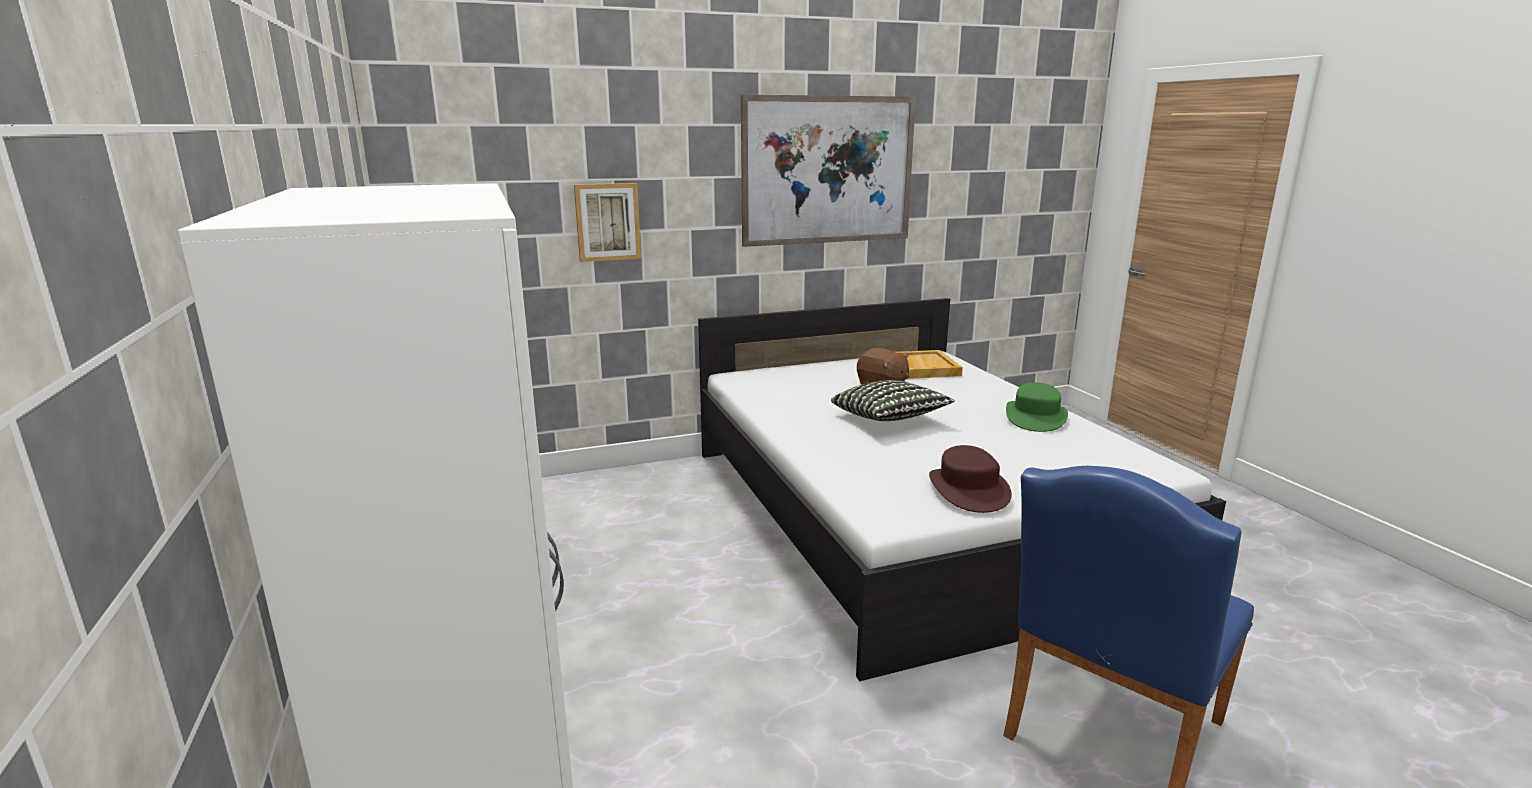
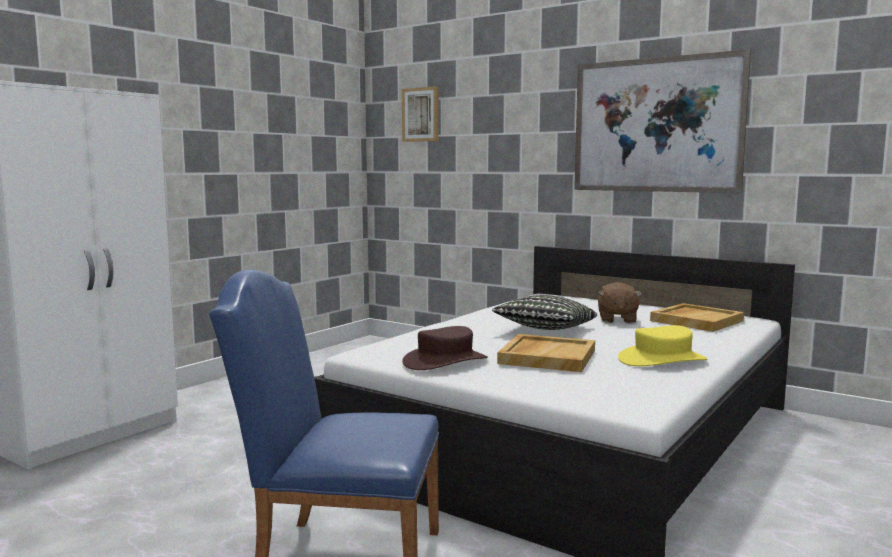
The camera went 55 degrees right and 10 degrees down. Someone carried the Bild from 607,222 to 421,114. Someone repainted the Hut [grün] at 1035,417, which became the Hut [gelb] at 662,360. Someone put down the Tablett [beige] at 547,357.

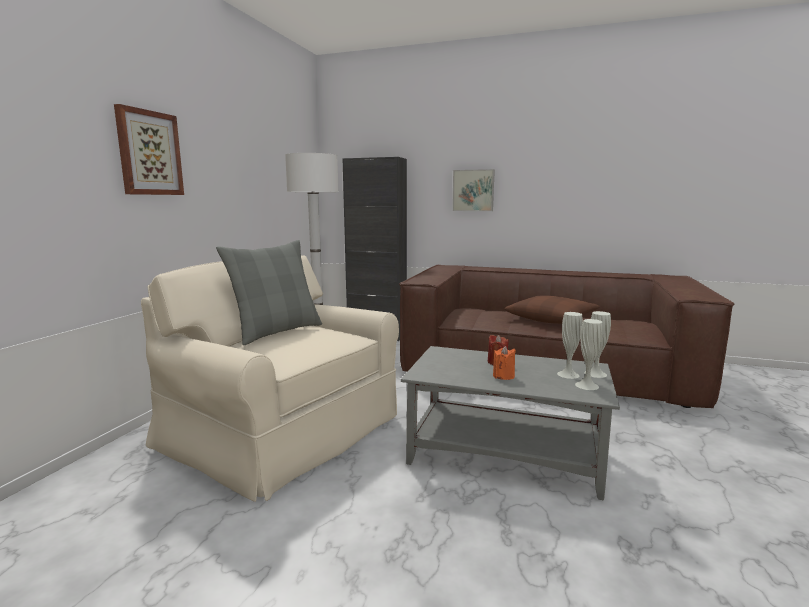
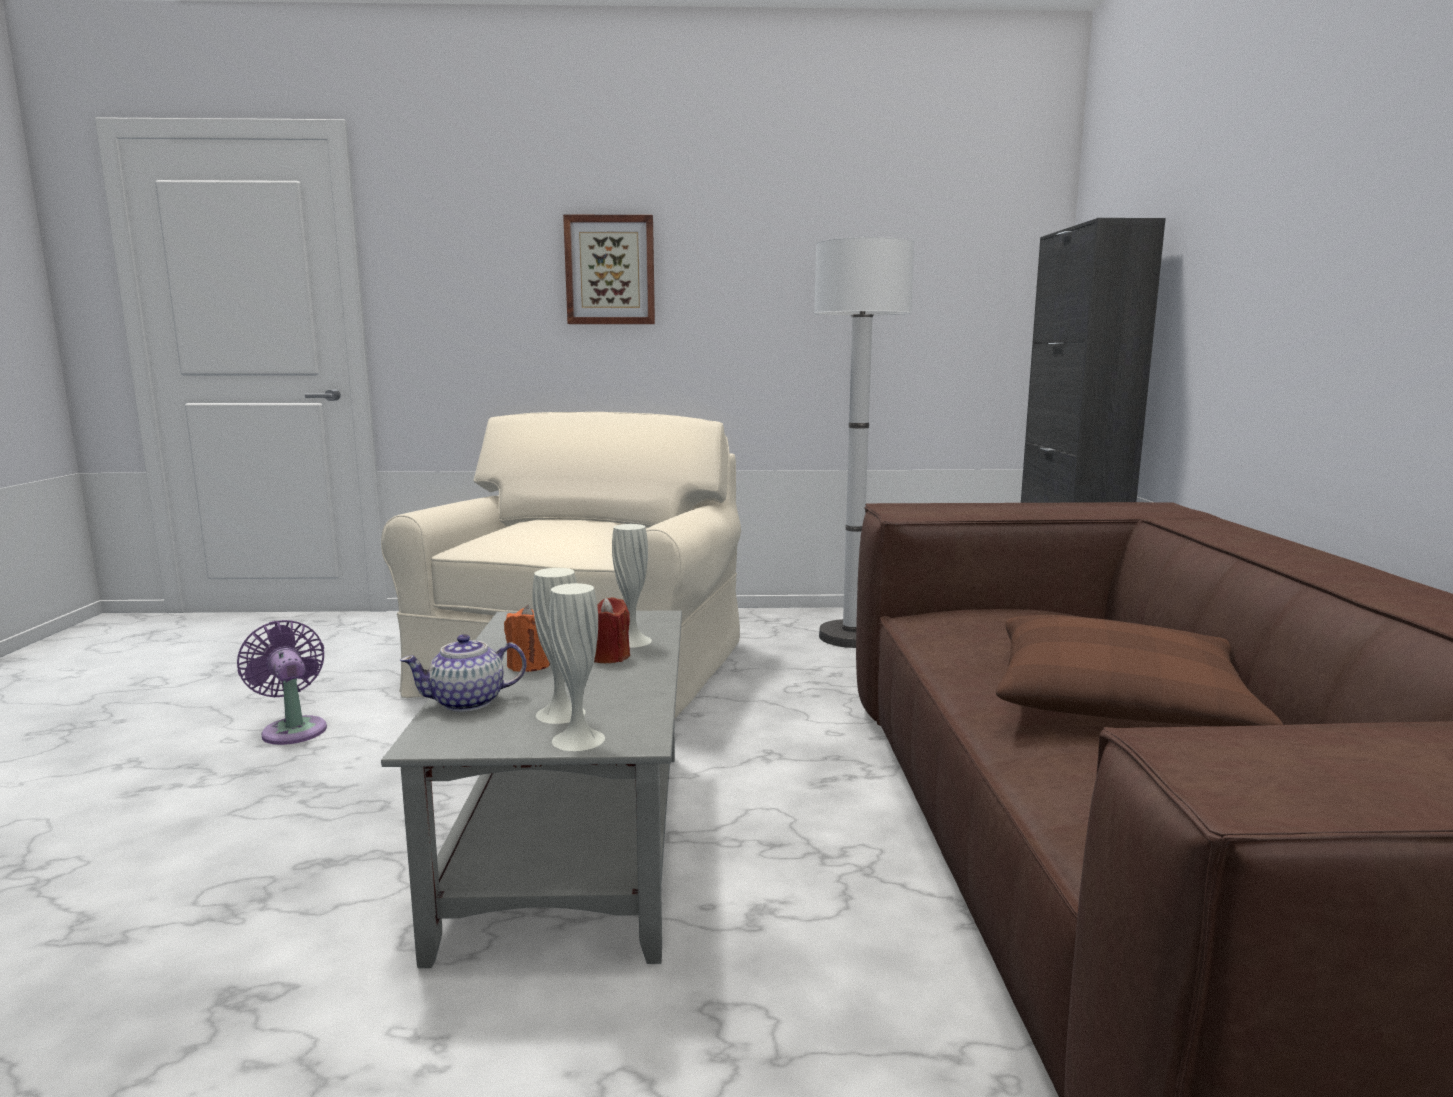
The camera went 70 degrees right and 0 degrees up. Someone took away the Kissen [grau] at 277,332. Someone took away the Bild at 473,190. Someone carried the Vase [weiß] from 586,385 to 632,641. Someone put down the Ventilator [lila] at 293,729. Someone put down the Teekanne at 468,702.

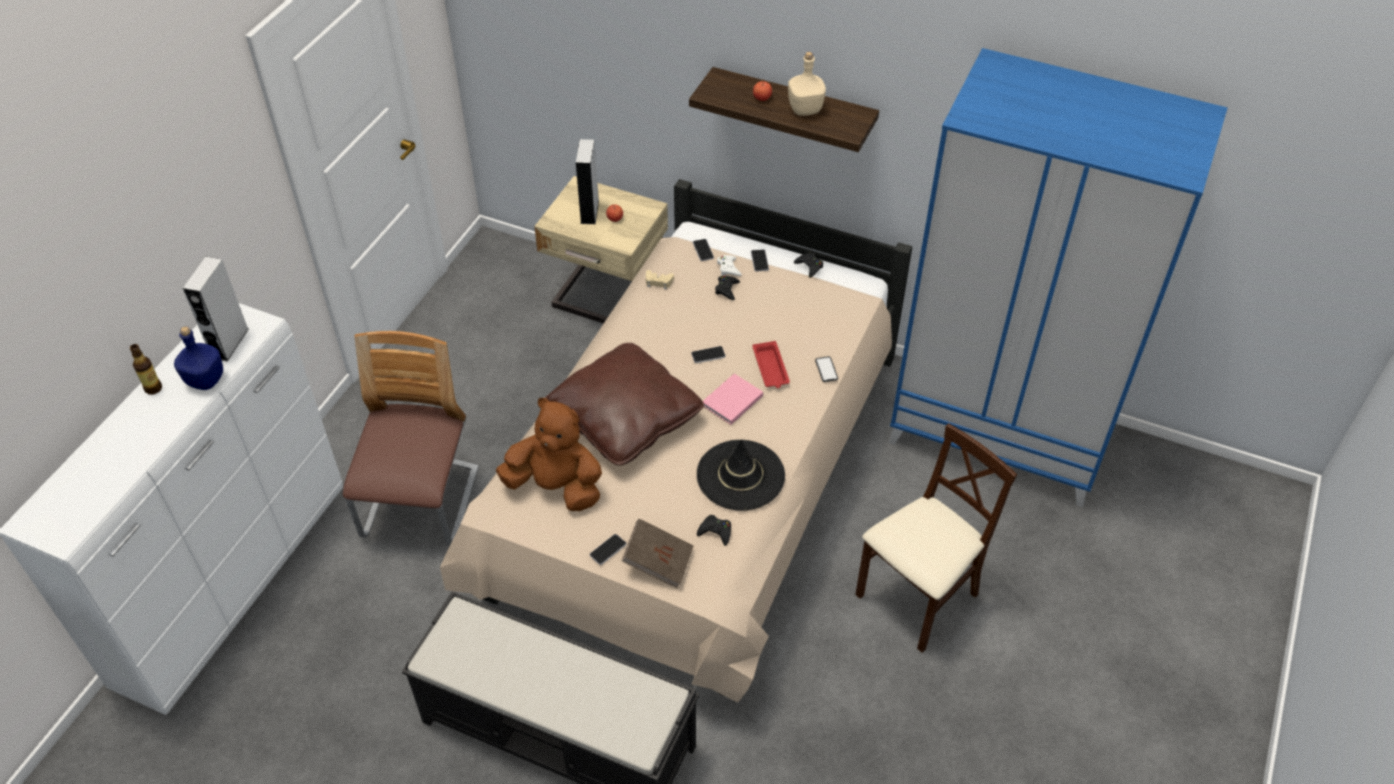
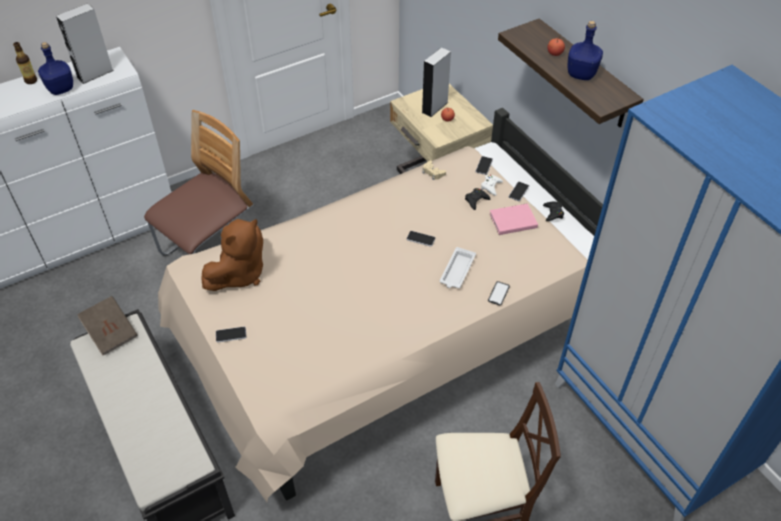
The camera went 35 degrees right and 0 degrees up. Someone rotated the Plüschtier [braun] at 556,487 by 75 degrees clockwise. Someone took away the Kissen [braun] at 625,418. Someone carried the Buch [braun] from 658,562 to 111,333. Someone took away the Hut [schwarz] at 740,475. Someone took away the Gamepad [schwarz] at 716,532. Someone carried the Buch [rosa] from 730,401 to 511,220. Someone repainted the Tablett [rot] at 770,368, which became the Tablett [weiß] at 457,271. Someone repainted the Flasche [beige] at 804,109, which became the Flasche [blau] at 581,74.

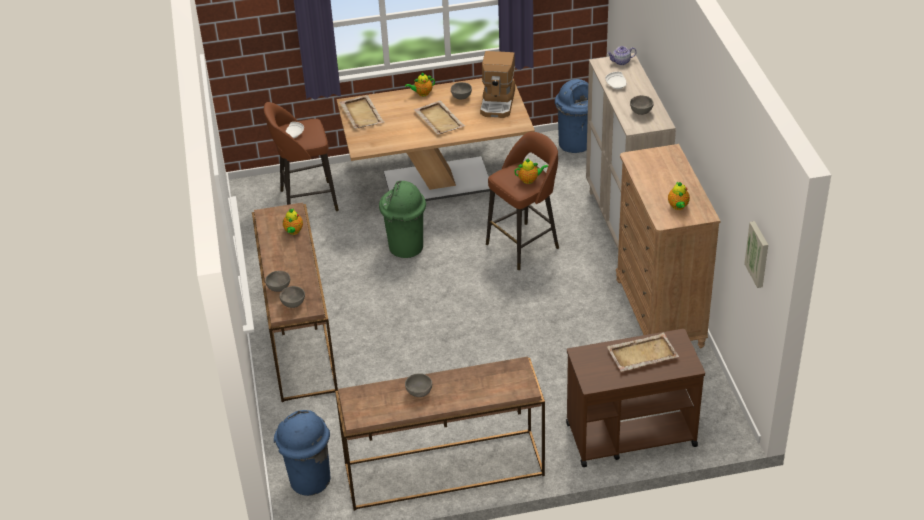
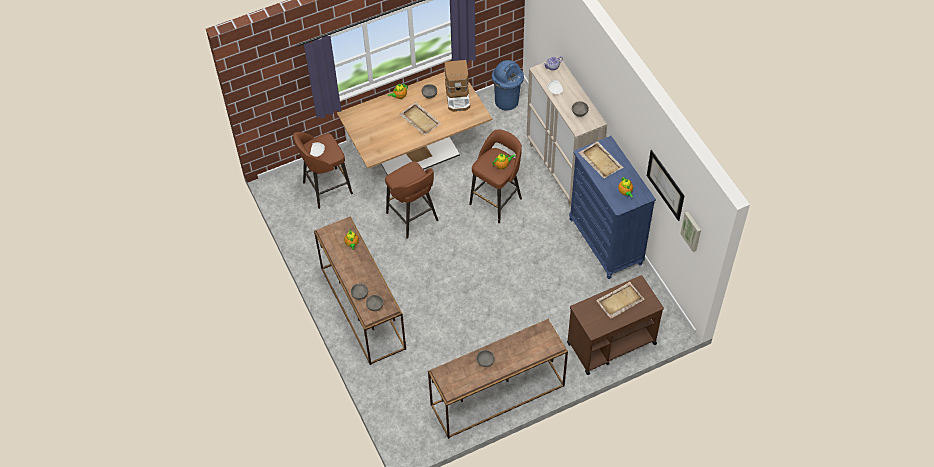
The camera went 15 degrees left and 15 degrees up. Someone took away the Mülleimer [blau] at 309,480. Someone carried the Tablett [beige] from 361,113 to 600,160. Someone swapped the Mülleimer [grün] at 405,247 for the Hocker [braun] at 413,218. Someone repainted the Kommode [braun] at 660,314, which became the Kommode [blau] at 605,242. Someone put up the Bild at 665,185.

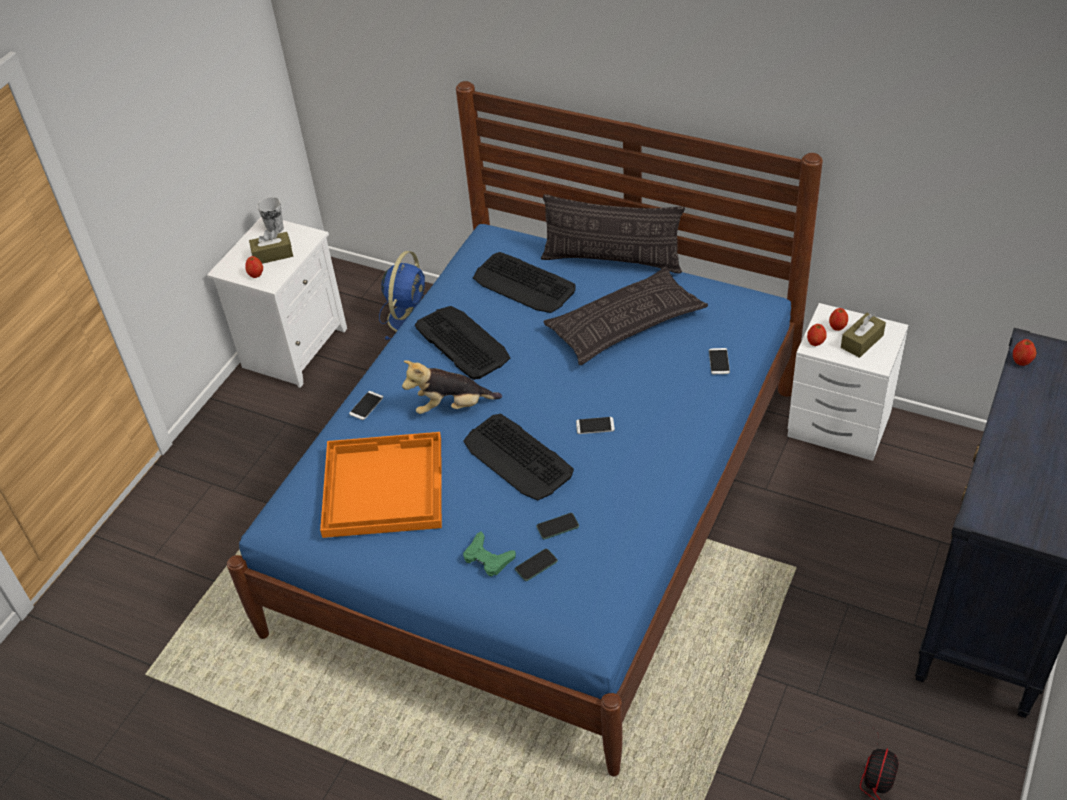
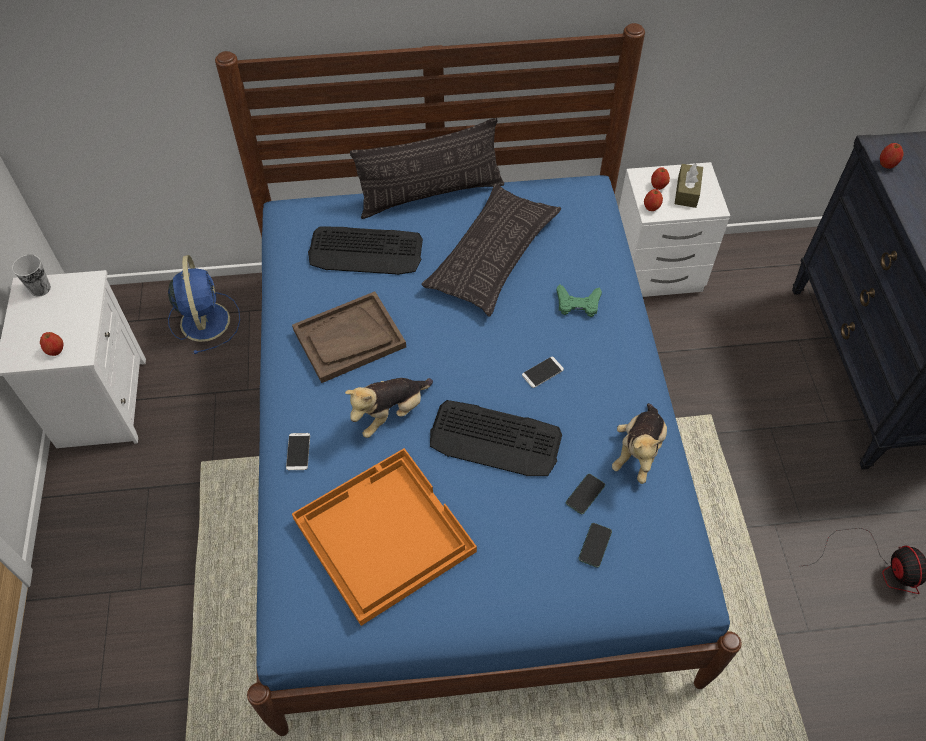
The camera went 35 degrees left and 10 degrees up. Someone took away the Taschentuchbox [braun] at 273,255. Someone swapped the Tastatur at 462,342 for the Tablett [braun] at 349,339. Someone carried the Gamepad [grün] from 488,558 to 578,304. Someone took away the Handy at 719,361. Someone put down the Plüschtier at 638,452.

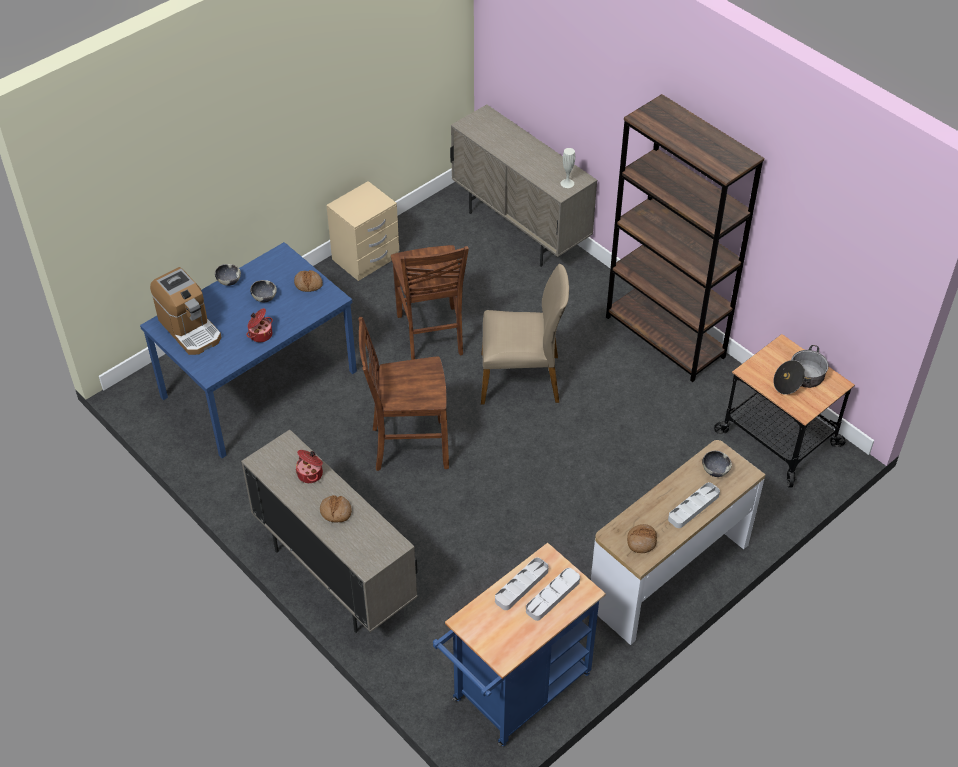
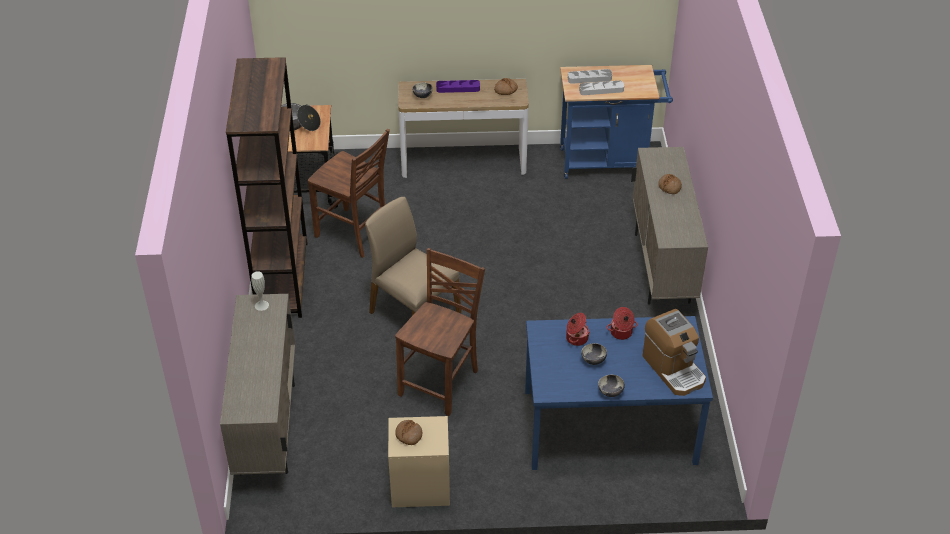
The camera went 140 degrees left and 5 degrees down. Someone rotated the Kaffeemaschine at 190,329 by 150 degrees clockwise. Someone carried the Brot from 308,284 to 408,435. Someone carried the Kochtopf from 311,474 to 576,338. Someone carried the Stuhl [braun] from 408,446 to 354,234. Someone repainted the Tablett [grau] at 693,507, which became the Tablett [lila] at 458,88.

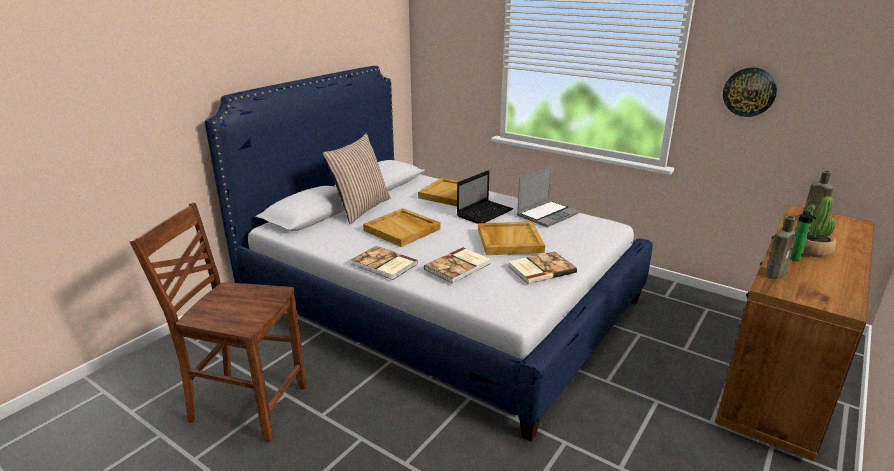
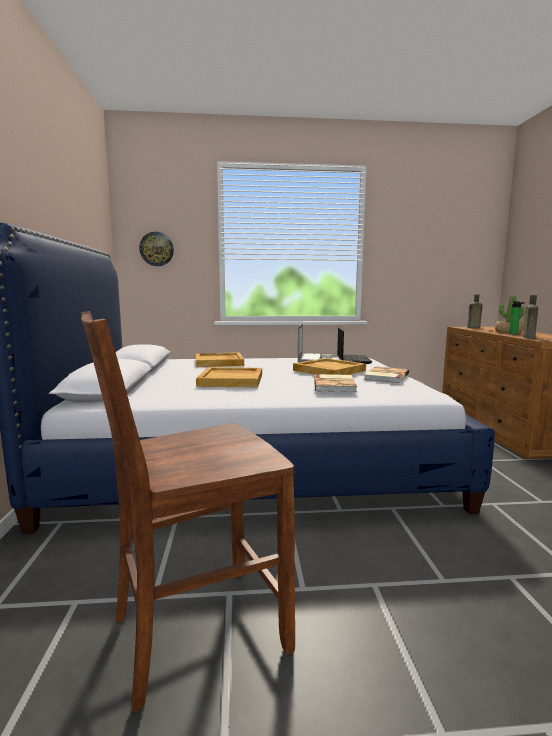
The camera went 40 degrees left and 15 degrees down. Someone took away the Kissen at 360,208. Someone took away the Buch at 384,265. Someone carried the Laptop from 485,213 to 352,360. Someone carried the Wanduhr from 749,92 to 156,249.

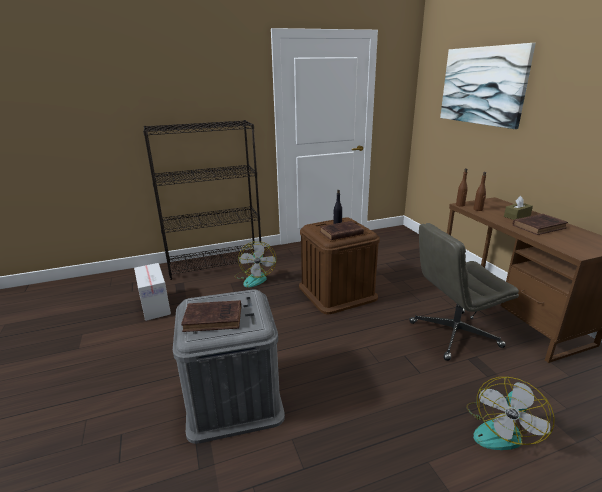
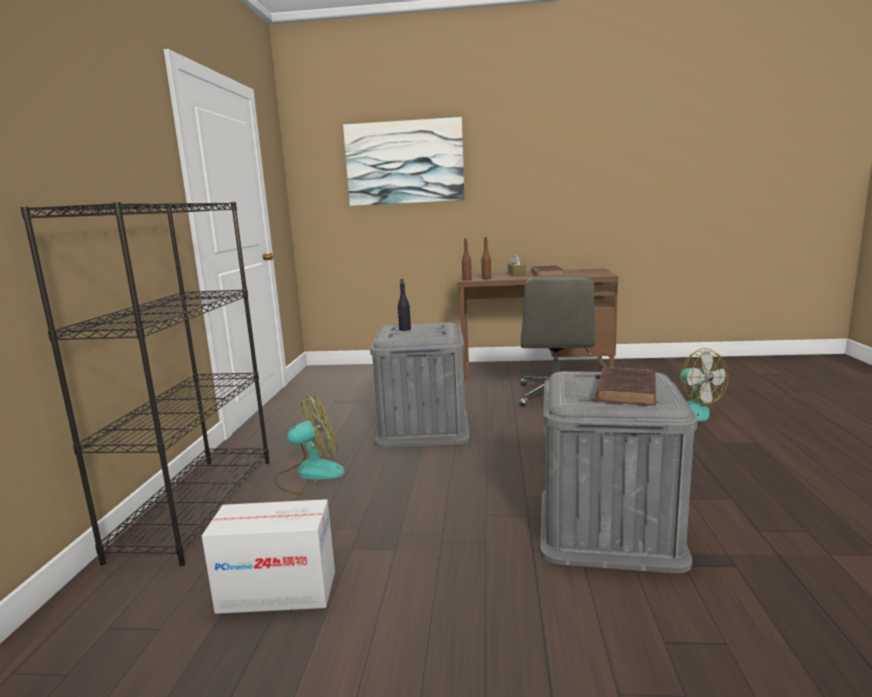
The camera went 65 degrees left and 10 degrees down. Someone rotated the Ventilator at 255,278 by 45 degrees counterclockwise. Someone repainted the Aufbewahrungsbox [braun] at 337,292, which became the Aufbewahrungsbox [grau] at 423,427. Someone took away the Buch [braun] at 340,233.

